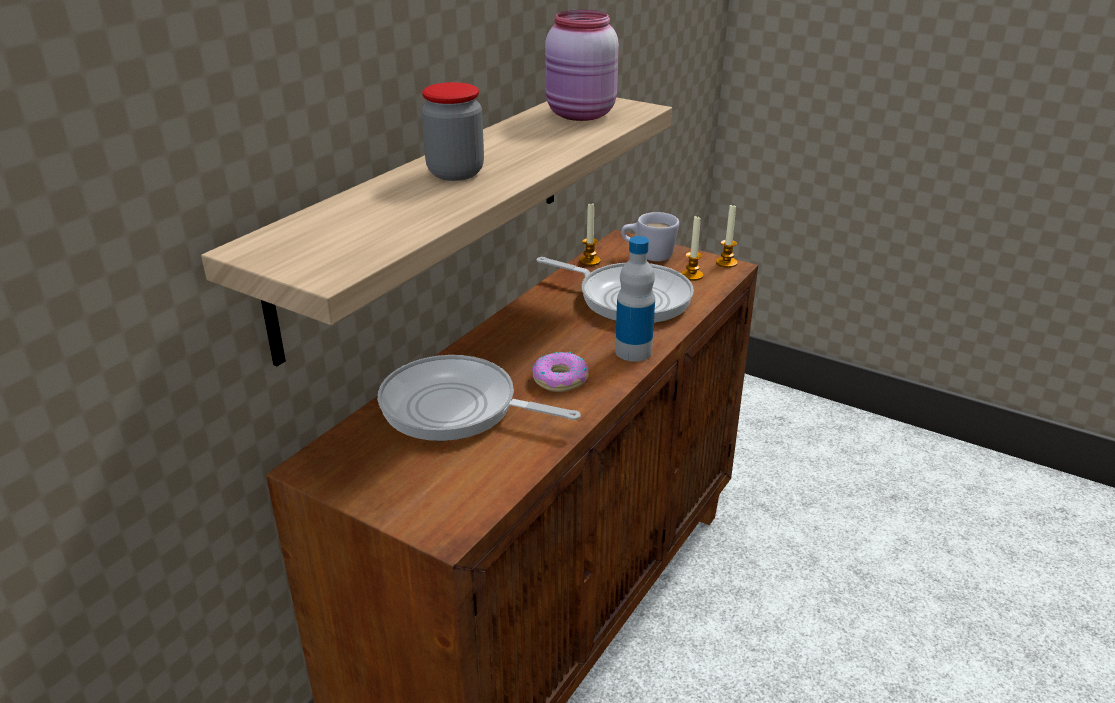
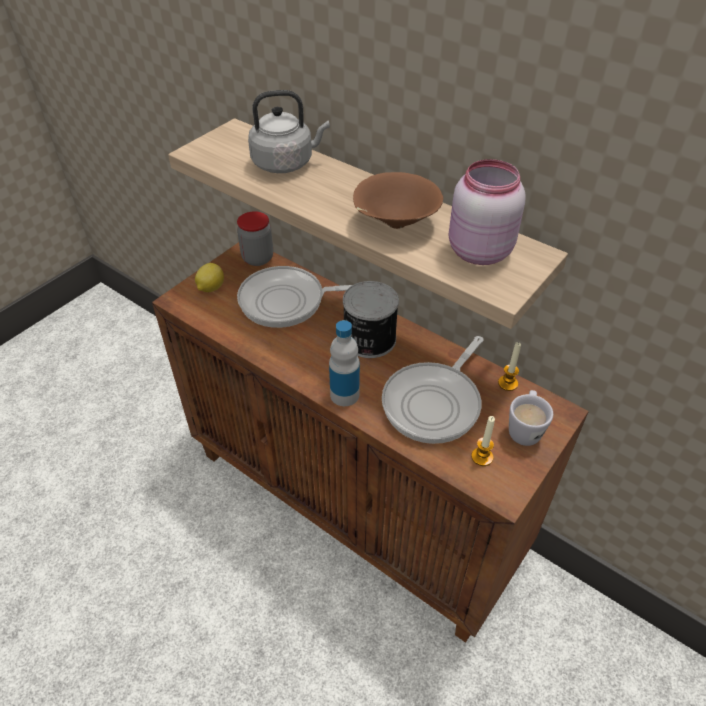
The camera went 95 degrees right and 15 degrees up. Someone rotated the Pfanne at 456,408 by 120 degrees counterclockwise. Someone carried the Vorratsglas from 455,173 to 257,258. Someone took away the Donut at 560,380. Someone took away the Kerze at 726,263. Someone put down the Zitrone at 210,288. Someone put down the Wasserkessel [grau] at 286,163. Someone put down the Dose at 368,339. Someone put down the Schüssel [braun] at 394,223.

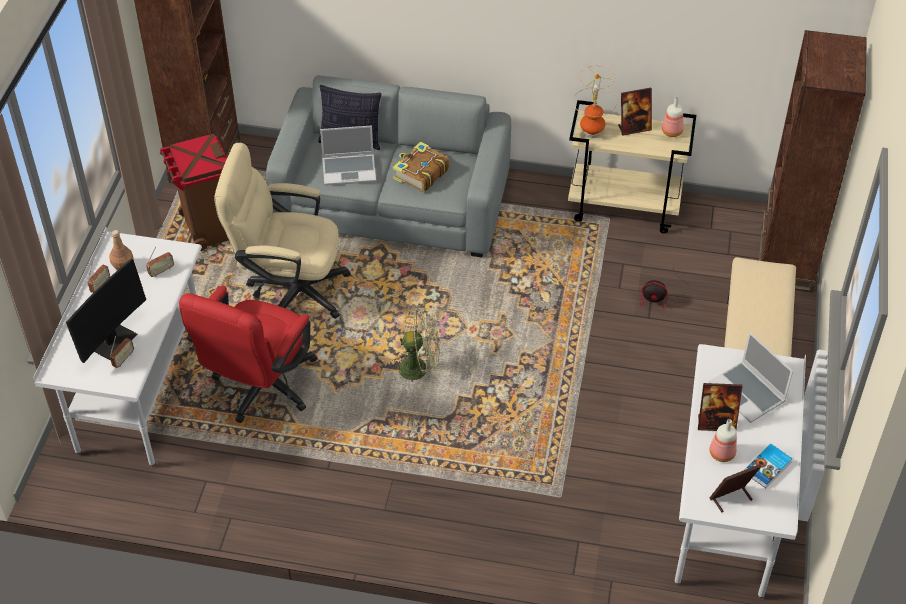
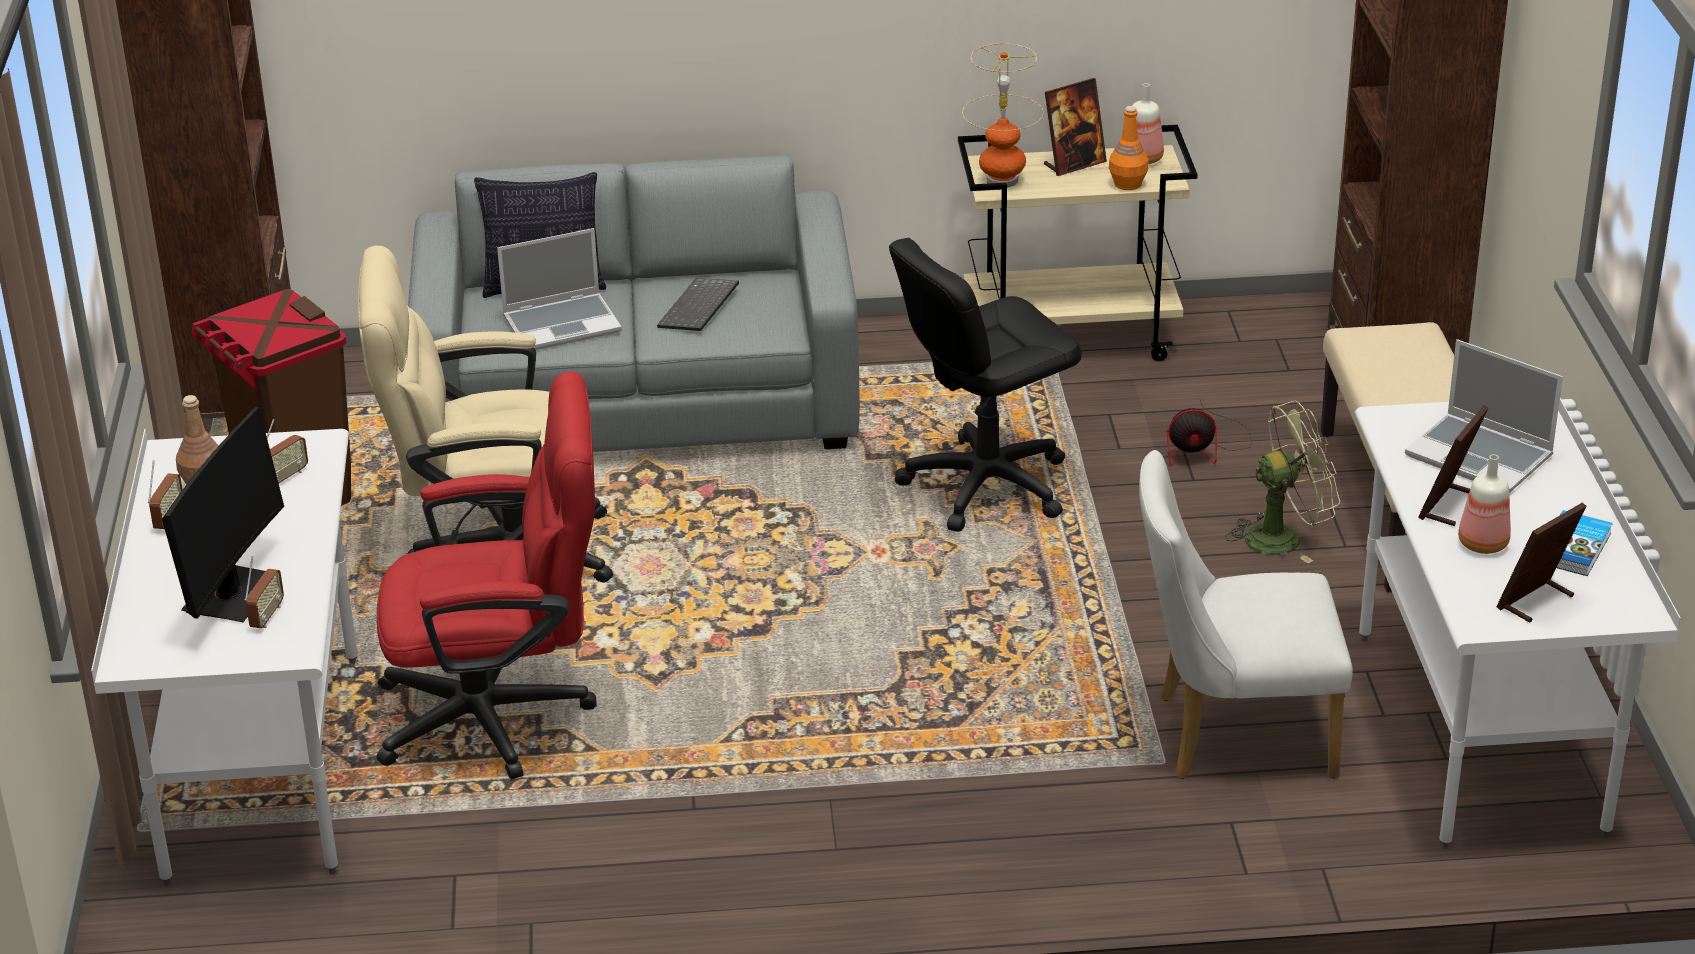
The camera went 15 degrees left and 15 degrees down. Someone rotated the Bürostuhl [rot] at 260,390 by 105 degrees counterclockwise. Someone carried the Ventilator [grün] from 420,368 to 1284,537. Someone swapped the Buch at 420,174 for the Tastatur at 700,308. Someone rotated the Bilderrahmen at 716,423 by 135 degrees clockwise. Someone put down the Bürostuhl [schwarz] at 985,485. Someone put down the Flasche [orange] at 1127,184. Someone put down the Stuhl [weiß] at 1231,735.

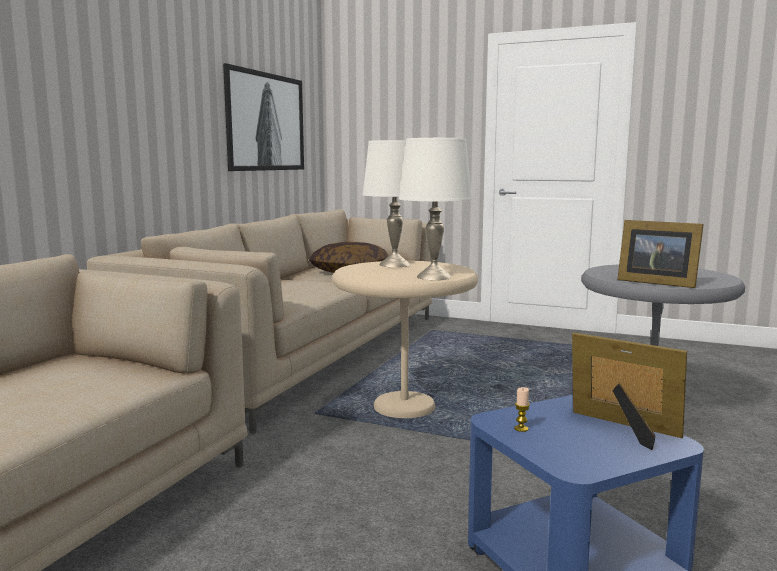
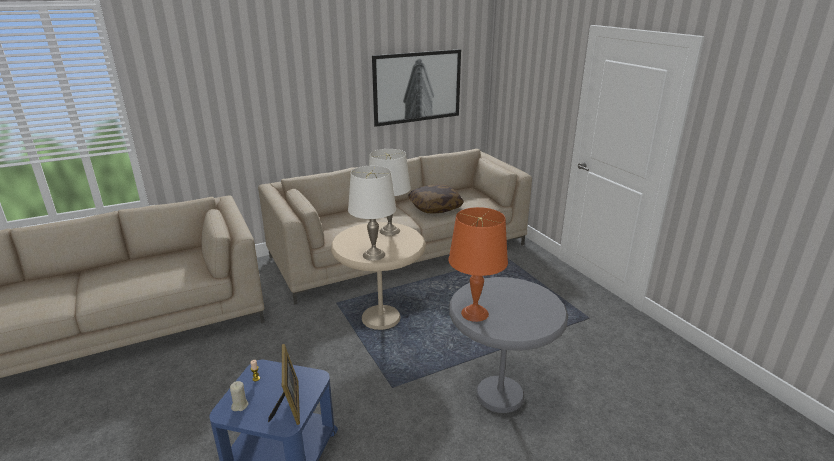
The camera went 40 degrees right and 15 degrees up. Someone swapped the Bilderrahmen at 655,282 for the Tischlampe [orange] at 475,313. Someone put down the Kerze [beige] at 240,405.

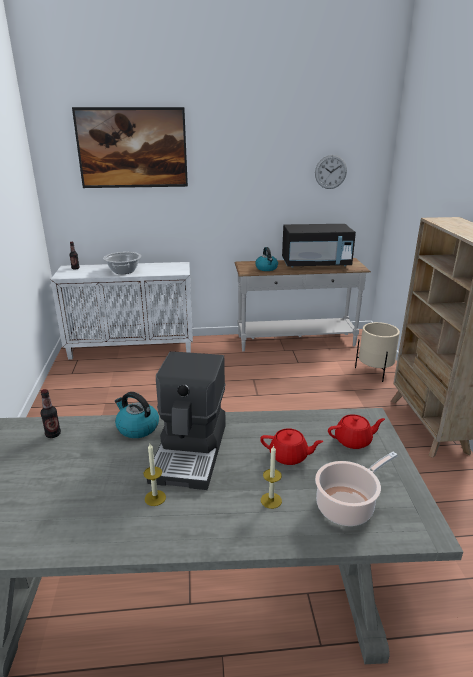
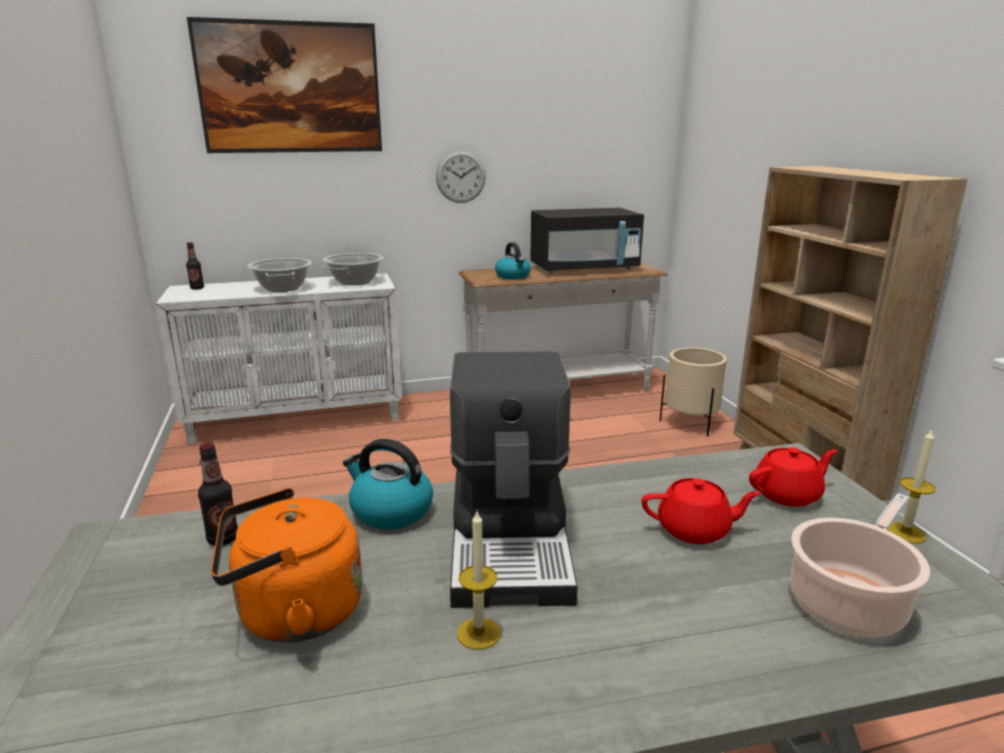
The camera went 10 degrees left and 5 degrees down. Someone carried the Kerze from 271,500 to 905,533. Someone carried the Wanduhr from 330,172 to 461,177. Someone put down the Wasserkessel [orange] at 293,614. Someone put down the Kochtopf at 355,281.

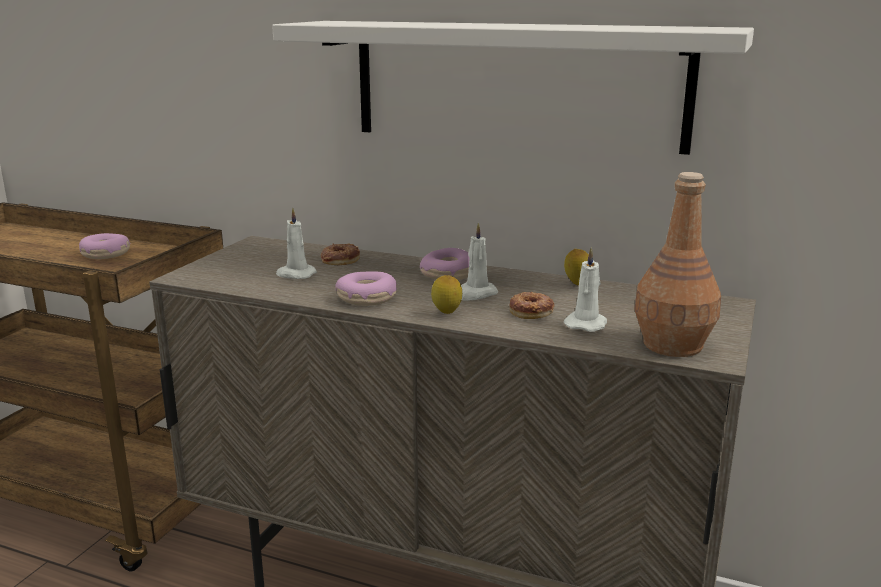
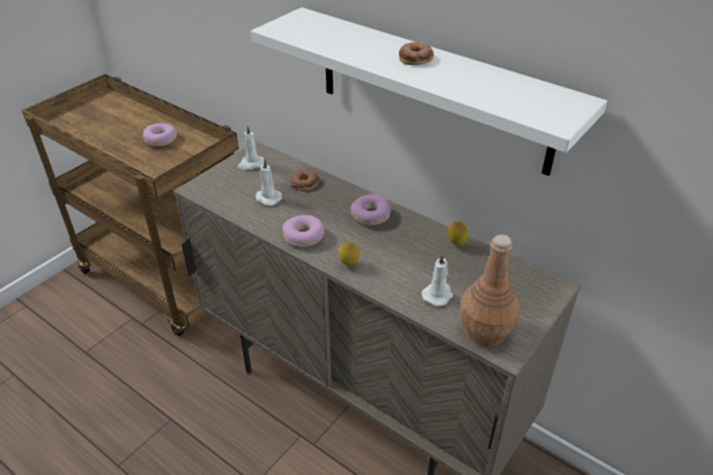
The camera went 15 degrees right and 20 degrees up. Someone carried the Kerze [weiß] from 475,294 to 251,164. Someone carried the Donut from 531,311 to 416,58.

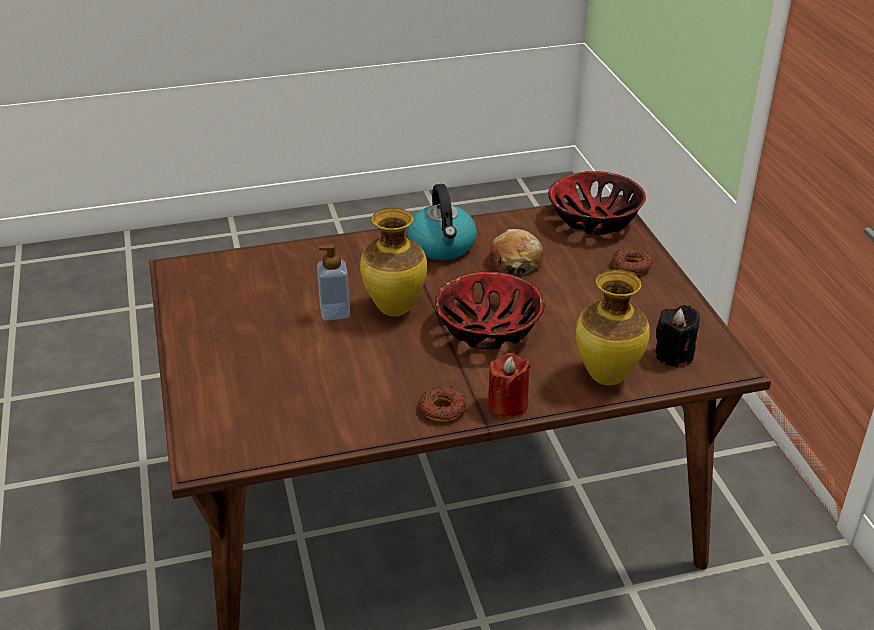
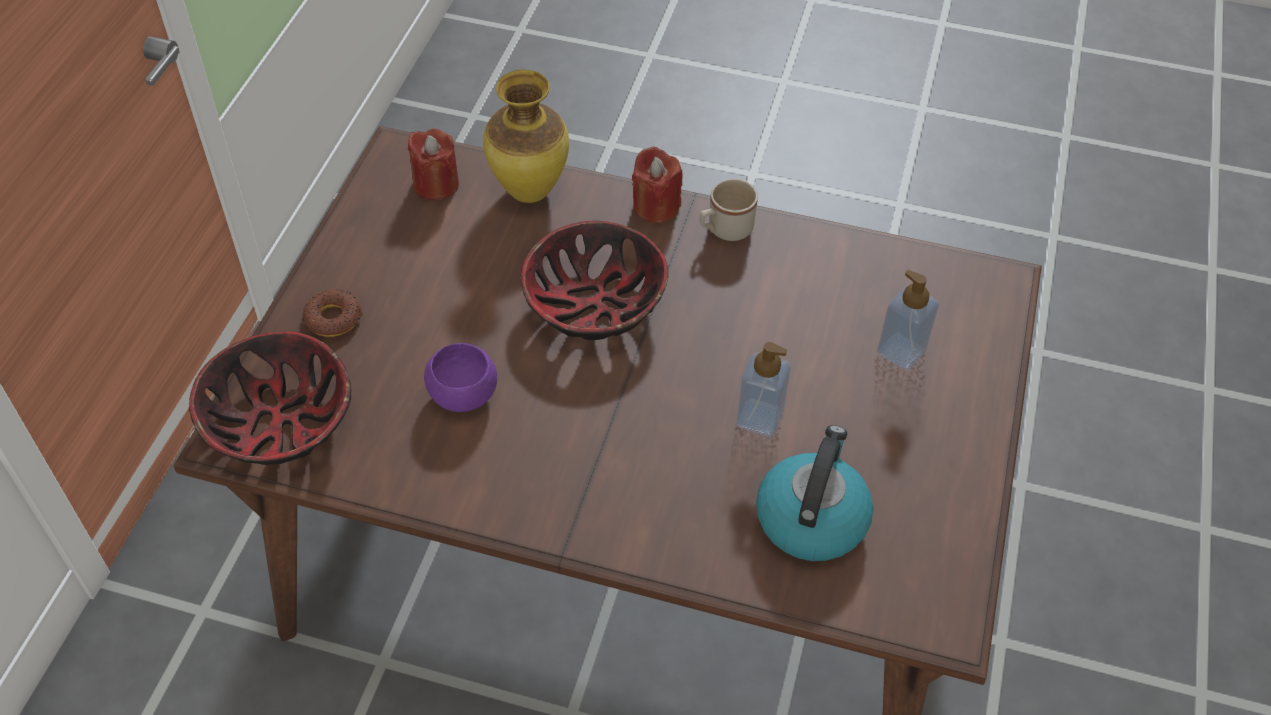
The camera went 150 degrees left and 15 degrees up. Someone took away the Vase at 393,309. Someone carried the Wasserkessel from 442,246 to 811,518. Someone swapped the Donut at 442,409 for the Henkelbecher [beige] at 724,230. Someone swapped the Brot at 515,261 for the Schüssel [lila] at 463,396. Someone repainted the Kerze [schwarz] at 674,355, which became the Kerze [rot] at 436,185. Someone put down the Seifenspender at 901,352.

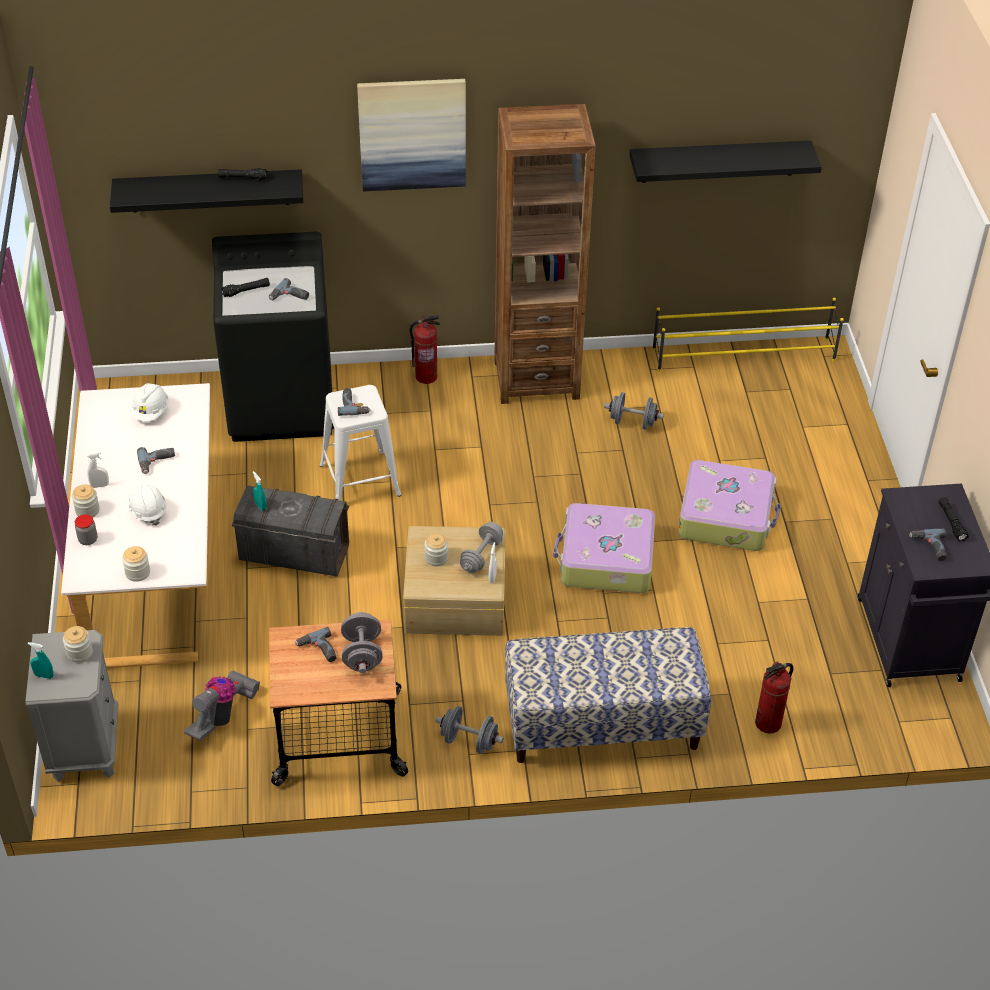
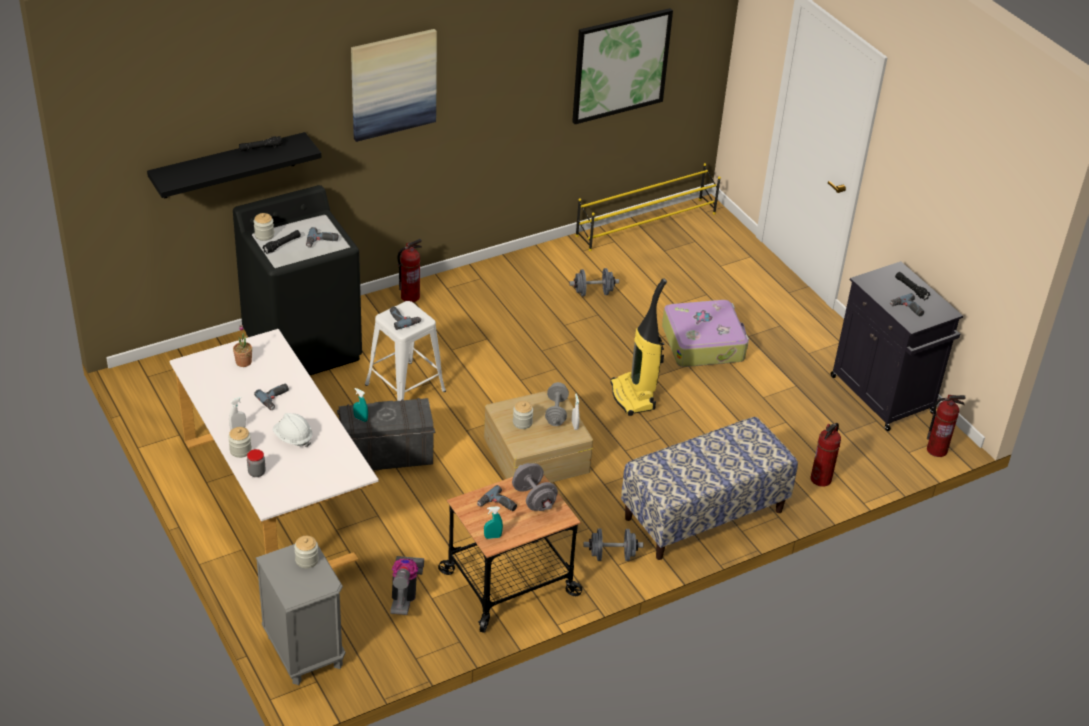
The camera went 25 degrees left and 5 degrees down. Someone carried the Sprühflasche [türkis] from 44,675 to 492,537. Someone carried the Vorratsglas from 137,572 to 264,235. Someone swapped the Schutzhelm [weiß] at 151,412 for the Topfpflanze at 243,362. Someone took away the Bücherregal [braun] at 536,379. Someone swapped the Koffer at 605,559 for the Staubsauger at 634,397. Someone swapped the Wandregal [schwarz] at 718,161 for the Bild at 620,65. Someone put down the Feuerlöscher at 937,450.

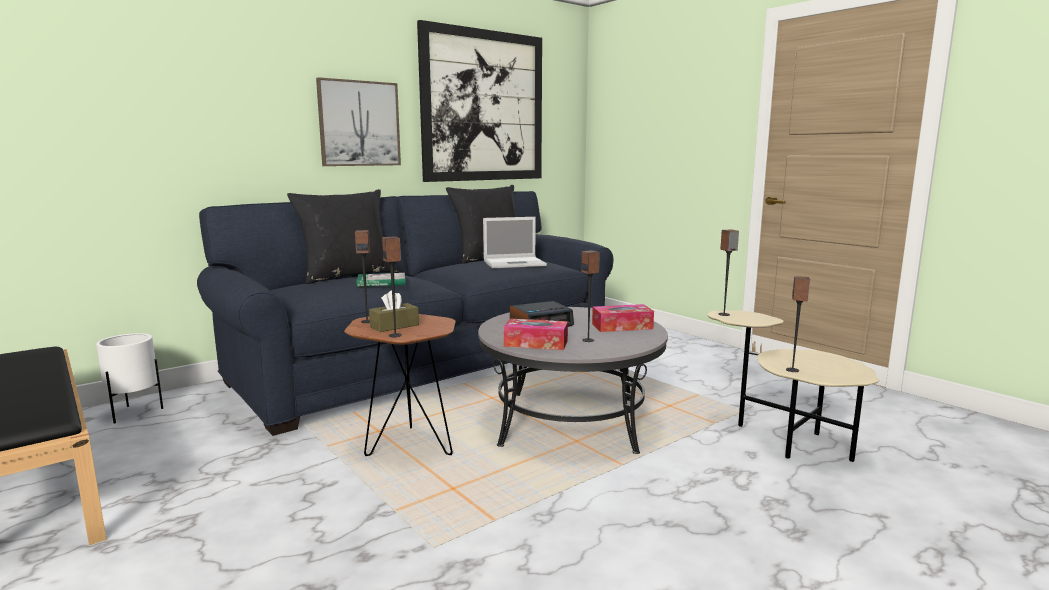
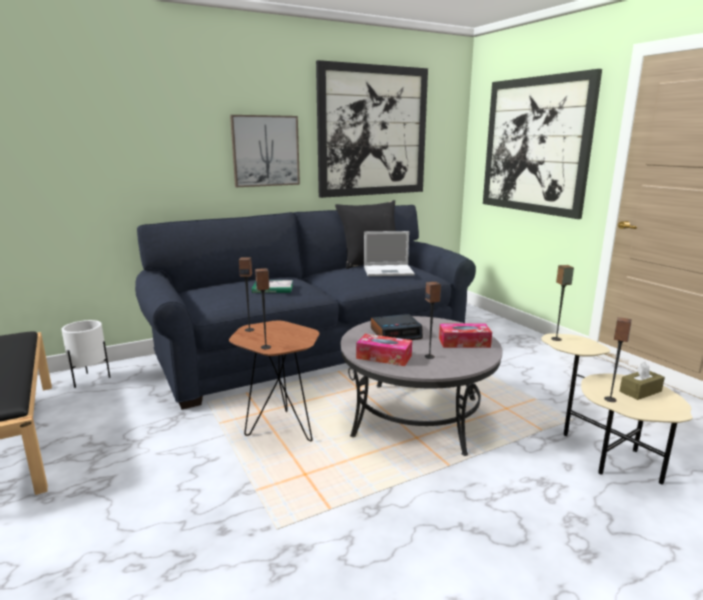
The camera went 10 degrees right and 5 degrees up. Someone took away the Kissen [schwarz] at 347,275. Someone carried the Taschentuchbox [braun] from 394,326 to 640,391. Someone put up the Bild at 535,146.

